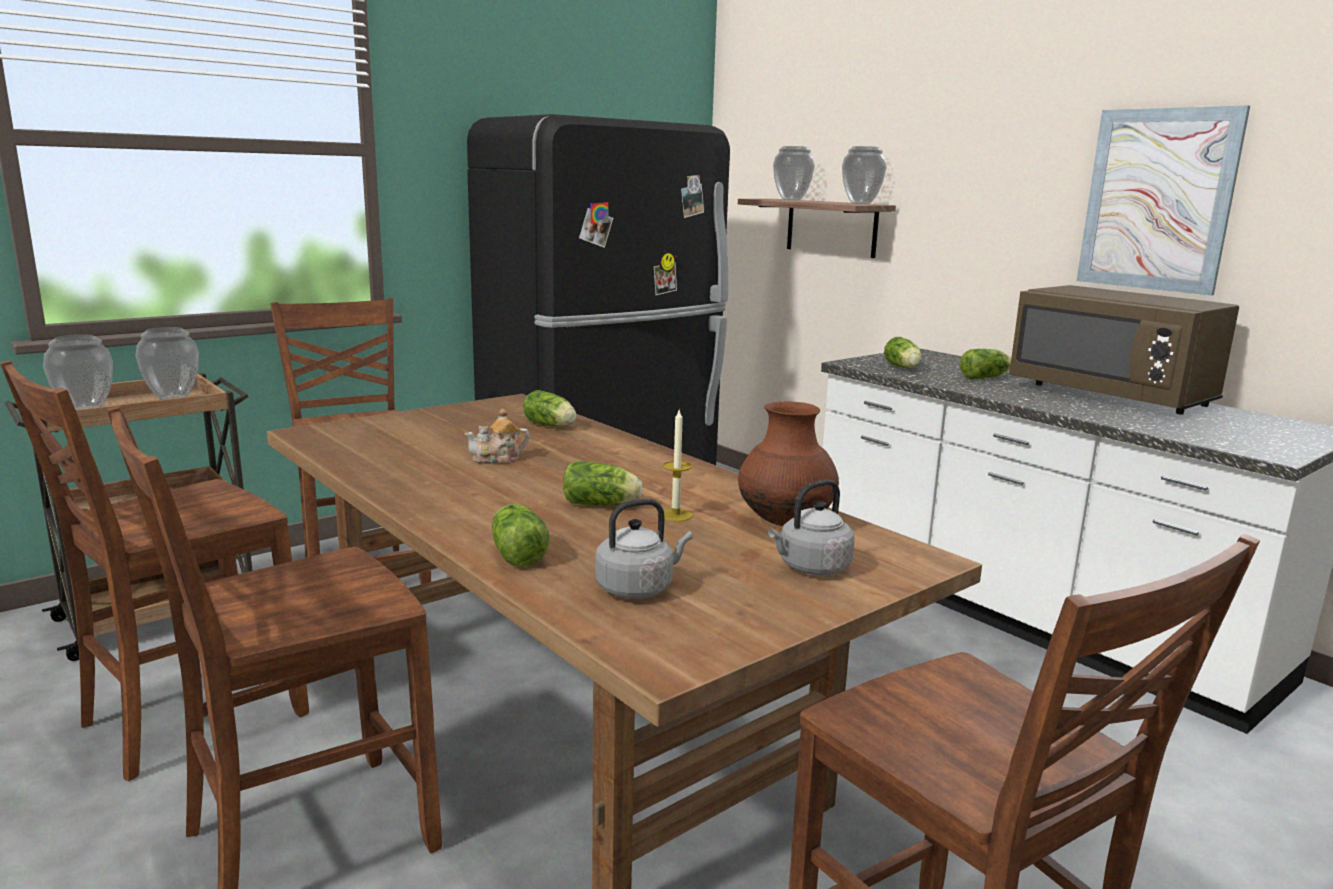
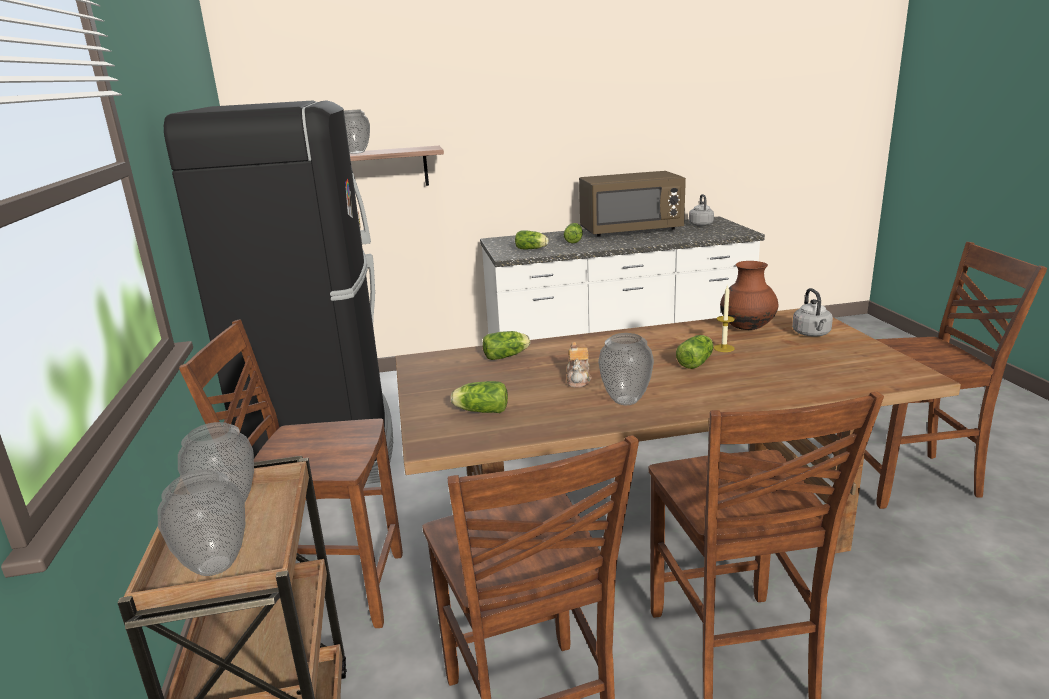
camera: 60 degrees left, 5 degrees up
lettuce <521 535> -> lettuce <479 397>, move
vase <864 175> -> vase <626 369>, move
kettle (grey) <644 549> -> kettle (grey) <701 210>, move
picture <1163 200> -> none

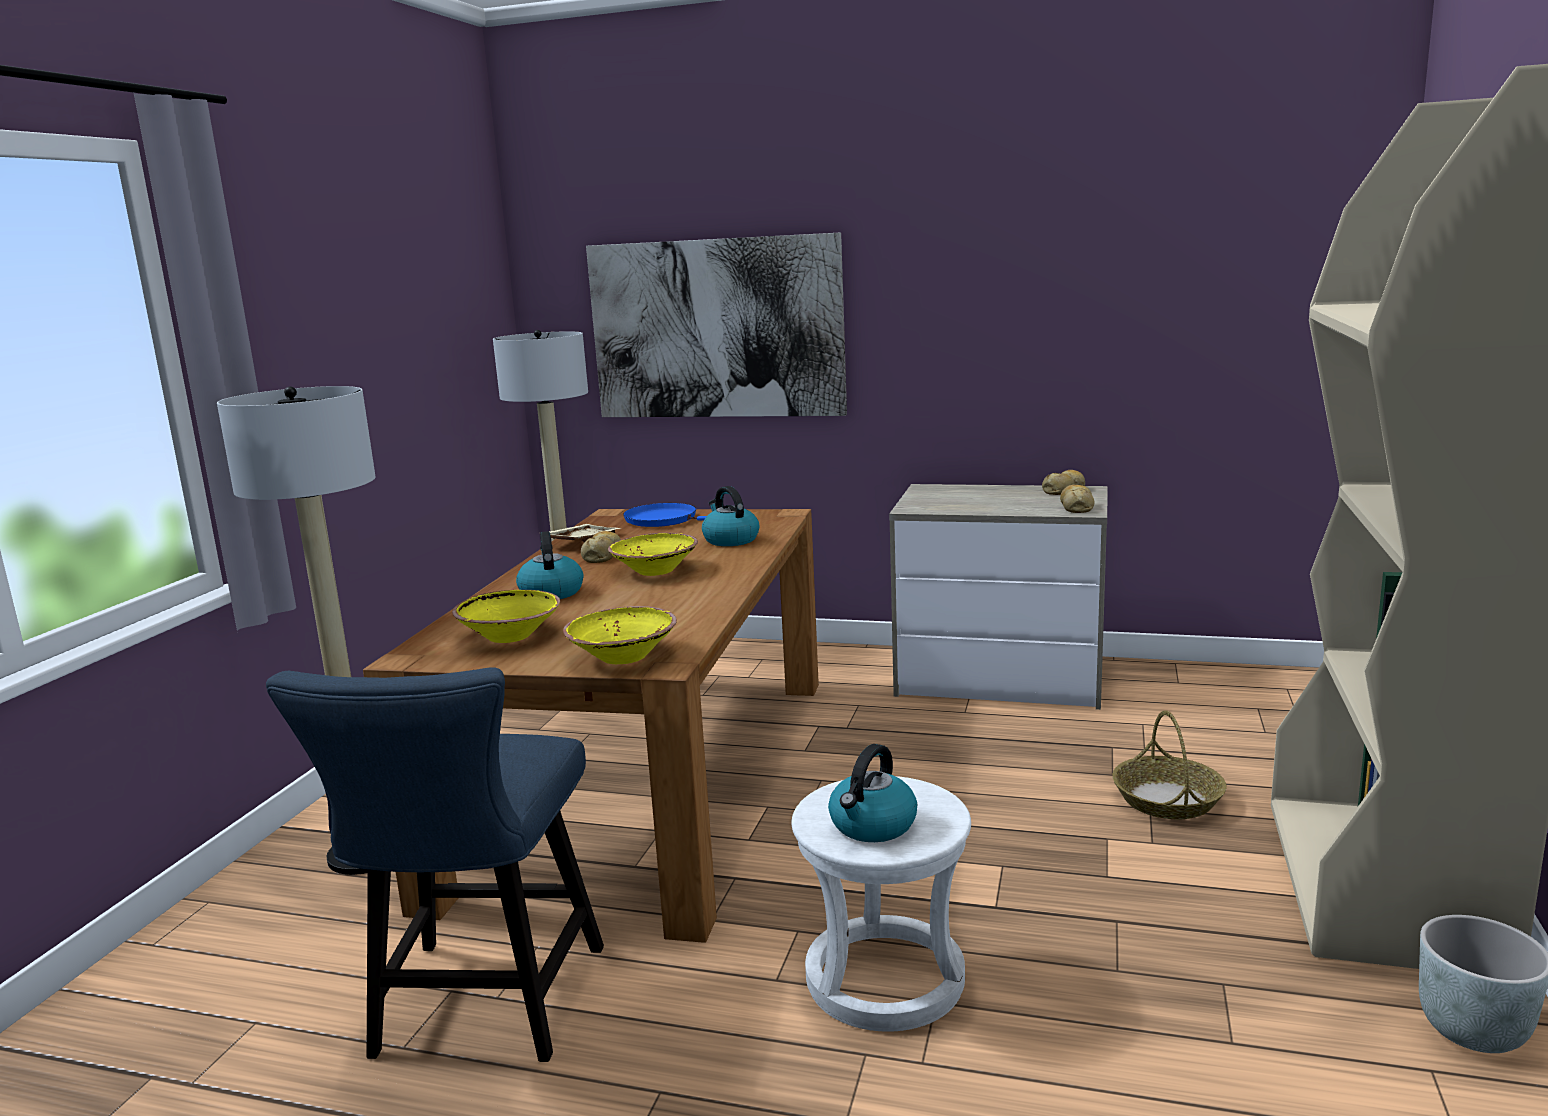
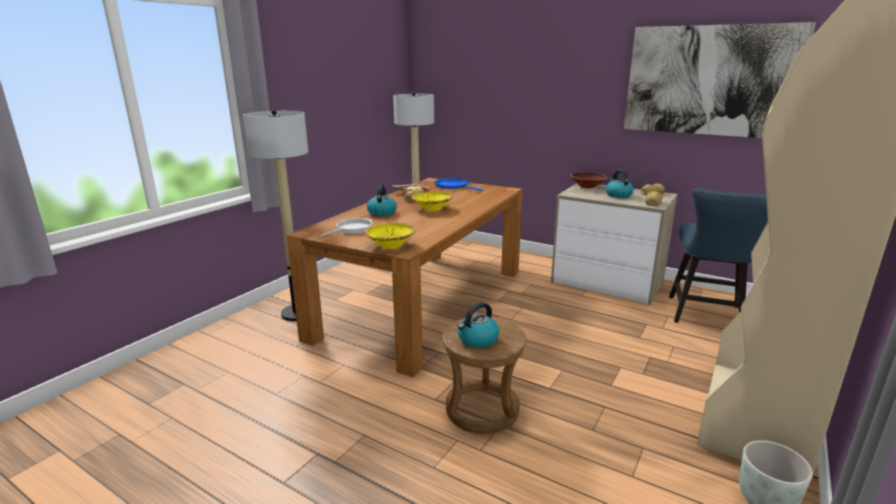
camera: 15 degrees right, 5 degrees up
bowl (yellow) <506 616> -> frying pan <345 227>
stool (white) <881 904> -> stool (brown) <484 375>
none -> bowl (brown) <588 180>
kettle <731 516> -> kettle <620 184>, move
picture <716 324> -> picture <720 80>, move
chair (blue) <435 864> -> chair (blue) <718 255>, move
basket <1169 765> -> none

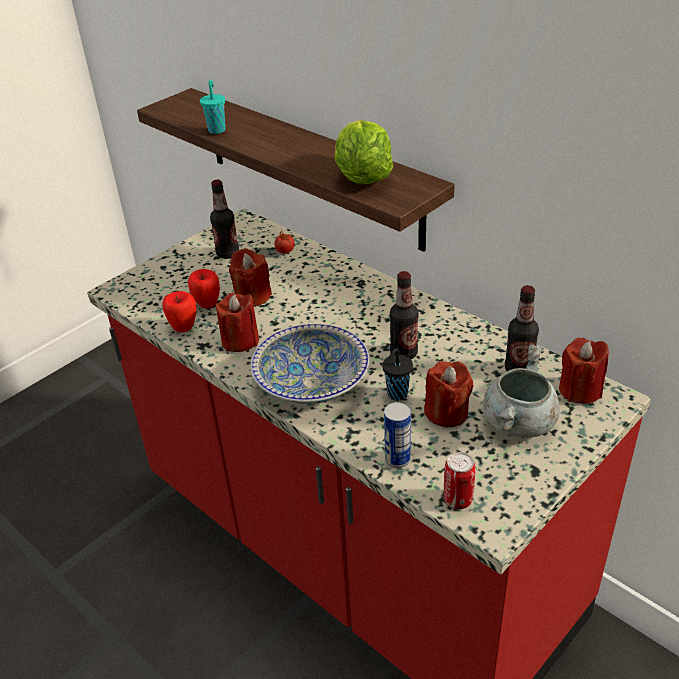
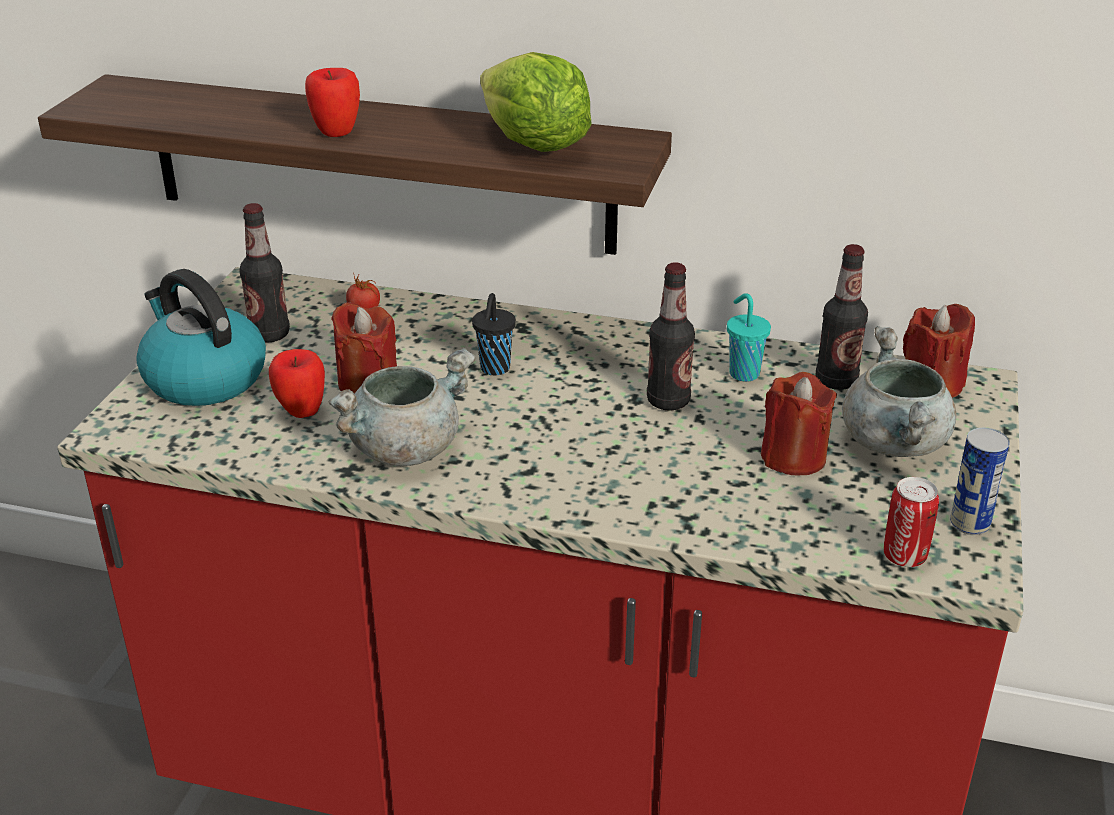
camera: 30 degrees left, 5 degrees down
none -> kettle <201 337>
apple <179 311> -> apple <332 102>, move
candle (red) <237 322> -> cooking pot (grey) <402 407>
cup (black) <397 374> -> cup (black) <494 334>, move
cup (turquoise) <213 106> -> cup (turquoise) <749 337>, move
can <397 435> -> can <980 481>, move
bowl <310 364> -> none

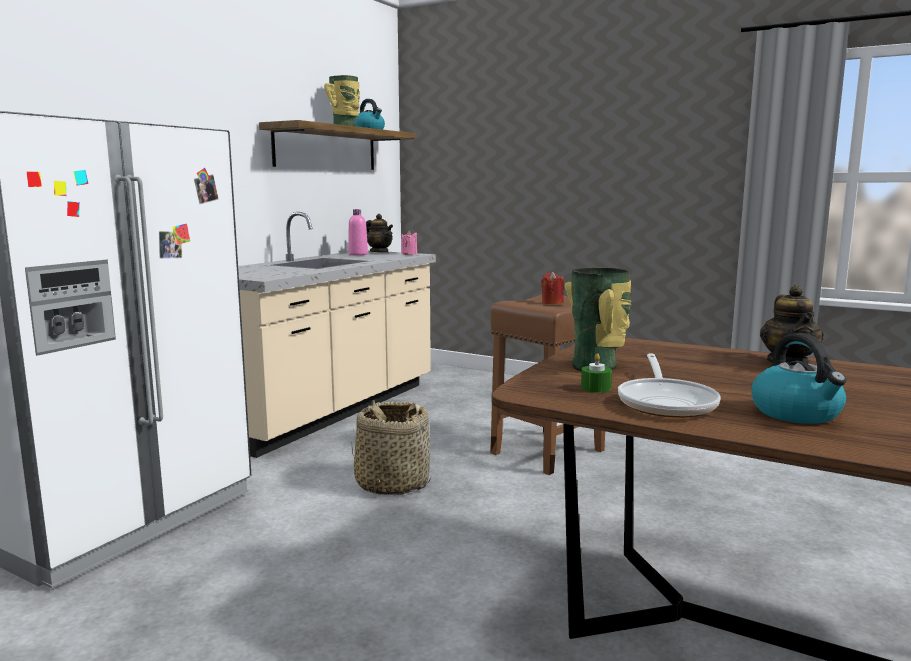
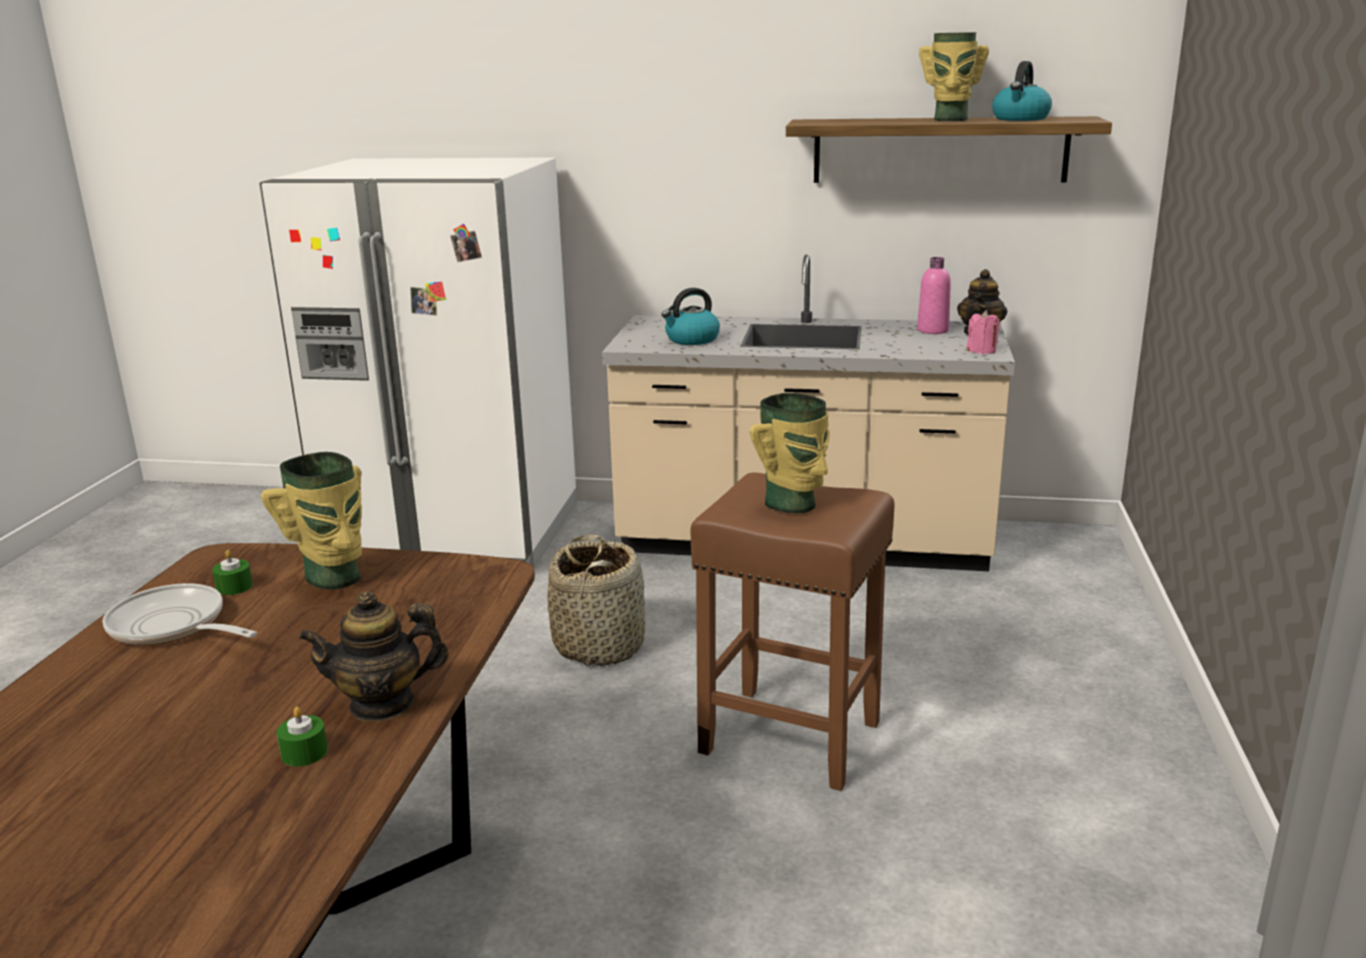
camera: 70 degrees right, 10 degrees up
frying pan <669 385> -> frying pan <179 614>, 45 degrees clockwise
none -> candle (green) <302 737>
kettle <799 378> -> kettle <691 316>, move
candle (red) <552 288> -> vase <790 453>

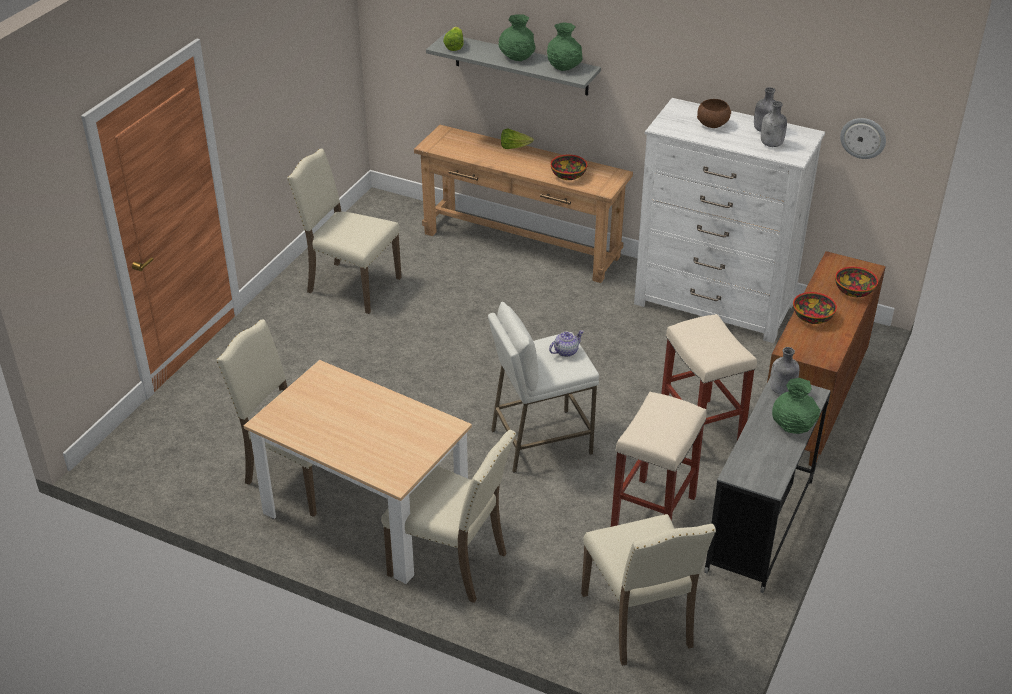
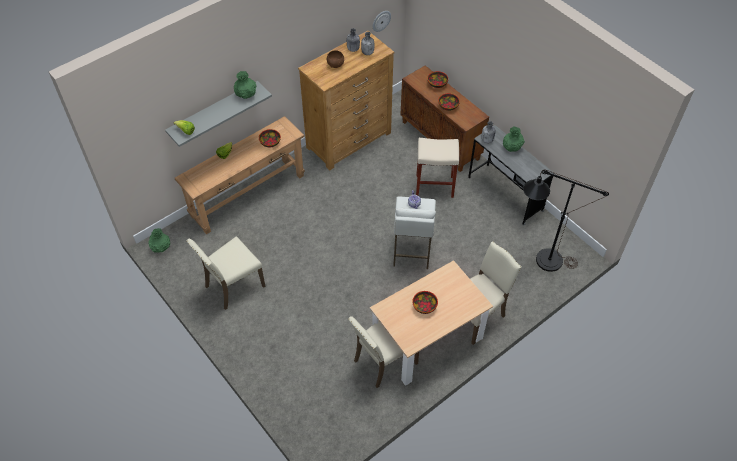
camera: 65 degrees left, 15 degrees up
vase (green) <516 37> -> vase (green) <159 240>, move
dresser (white) <729 220> -> dresser (brown) <346 100>
none -> bowl <425 302>
chair (beige) <648 590> -> floor lamp (black) <566 221>
stool (beige) <659 459> -> none

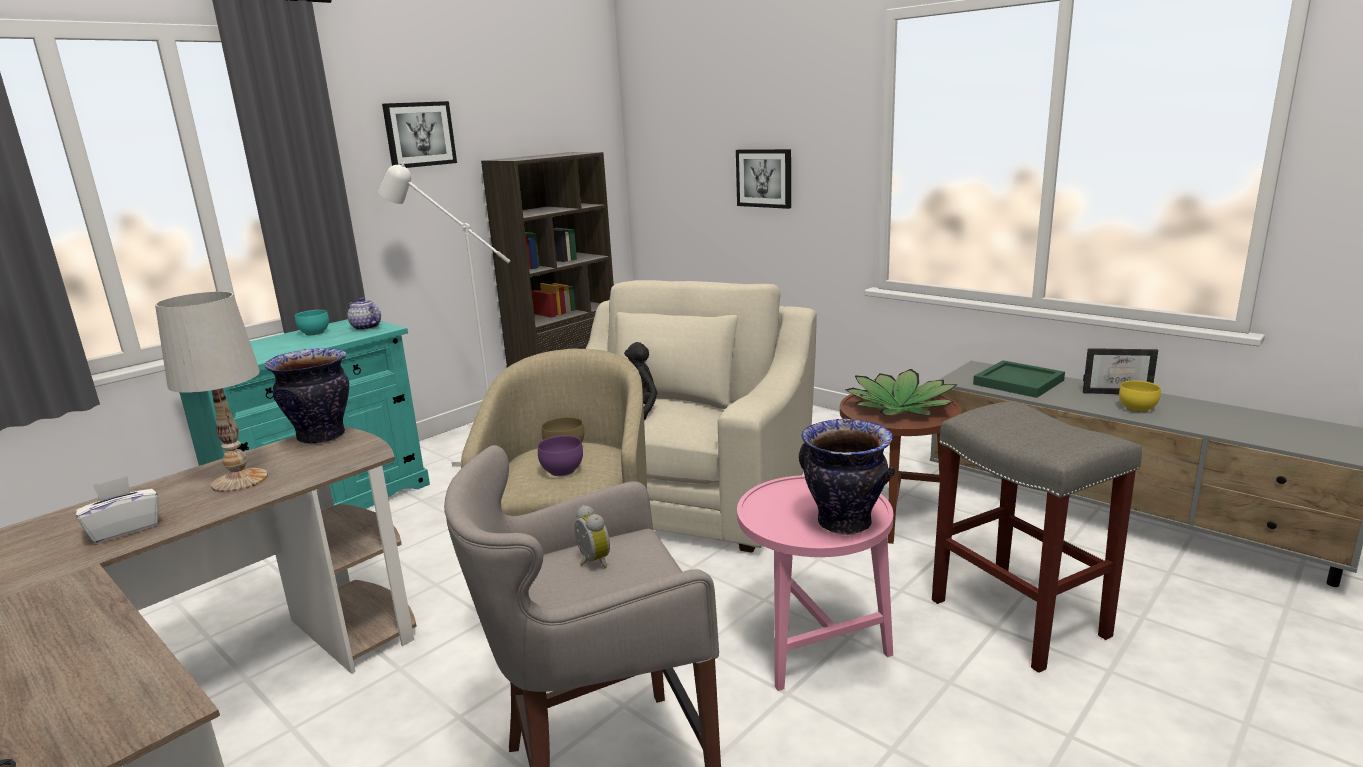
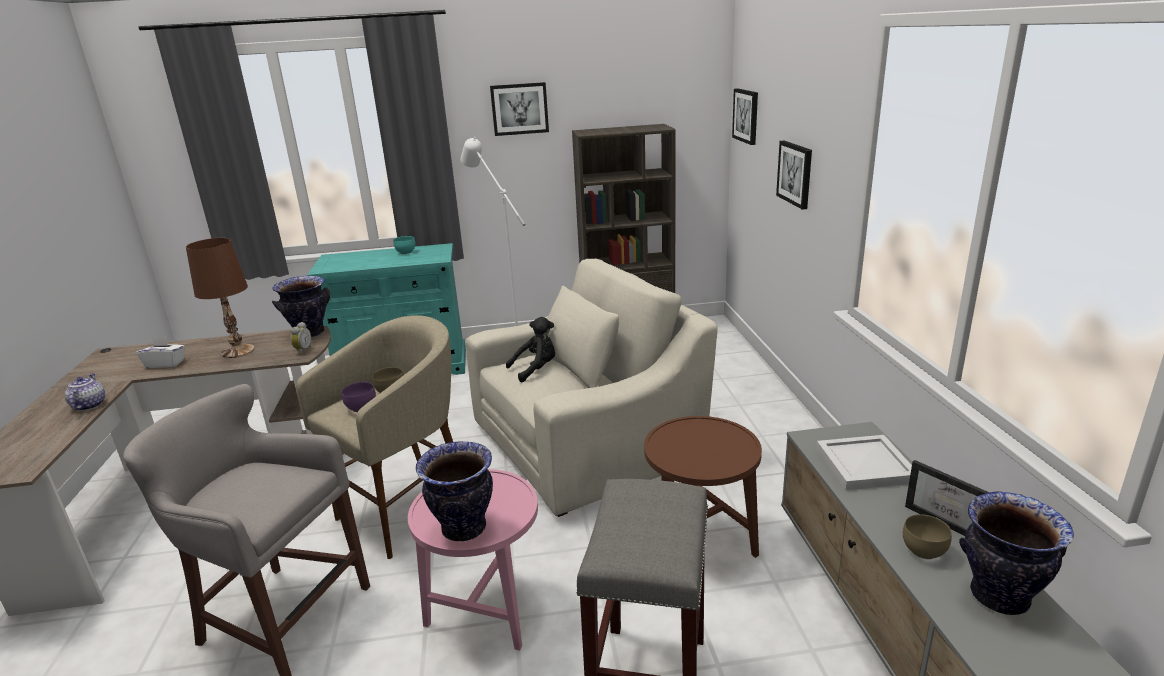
camera: 40 degrees right, 5 degrees up
teapot <364 313> -> teapot <85 392>, move
table lamp (white) <211 392> -> table lamp (brown) <220 298>
alarm clock <592 536> -> alarm clock <301 338>, move
none -> picture <745 116>
tray (green) <1019 379> -> tray (white) <864 462>
bowl (yellow) <1140 396> -> bowl (brown) <927 536>
none -> vase <1016 553>
potted plant <901 392> -> none

